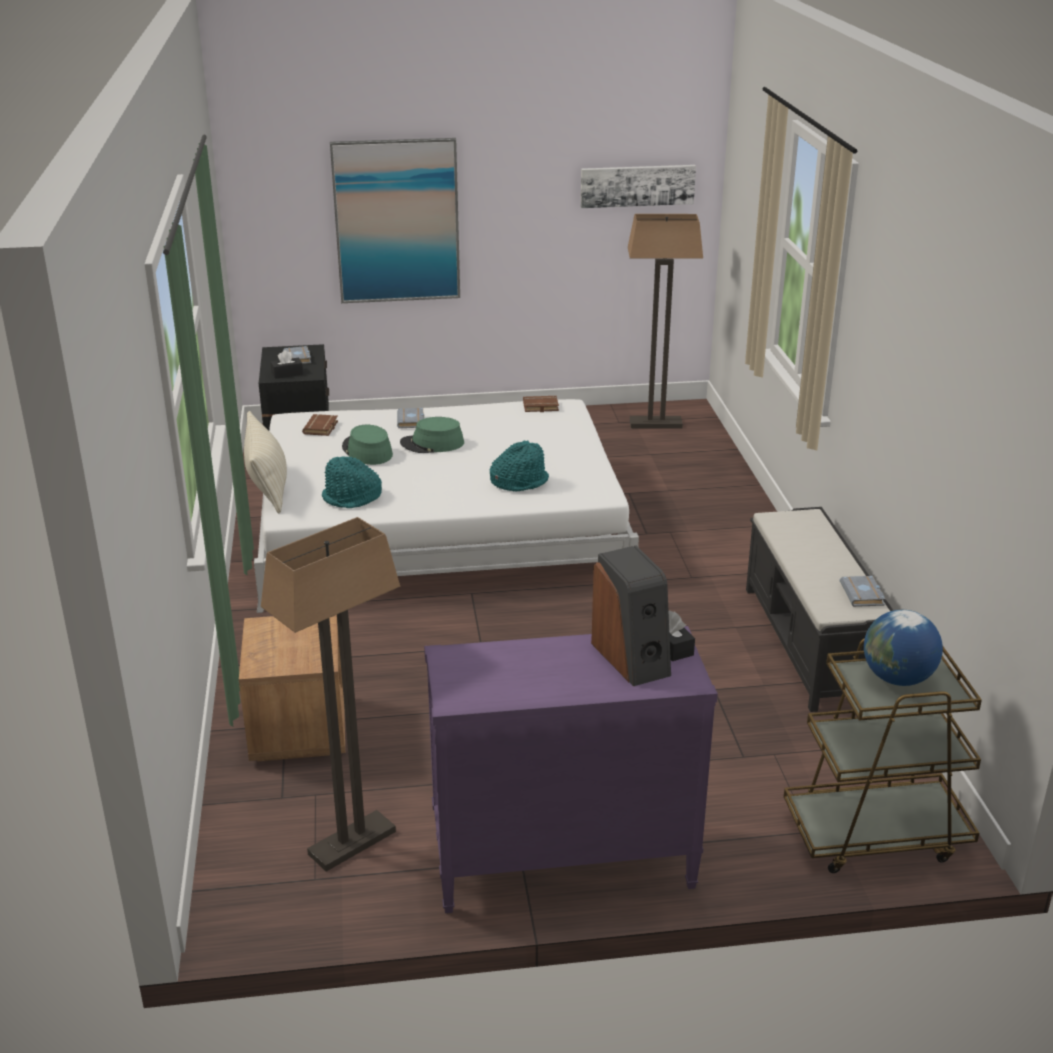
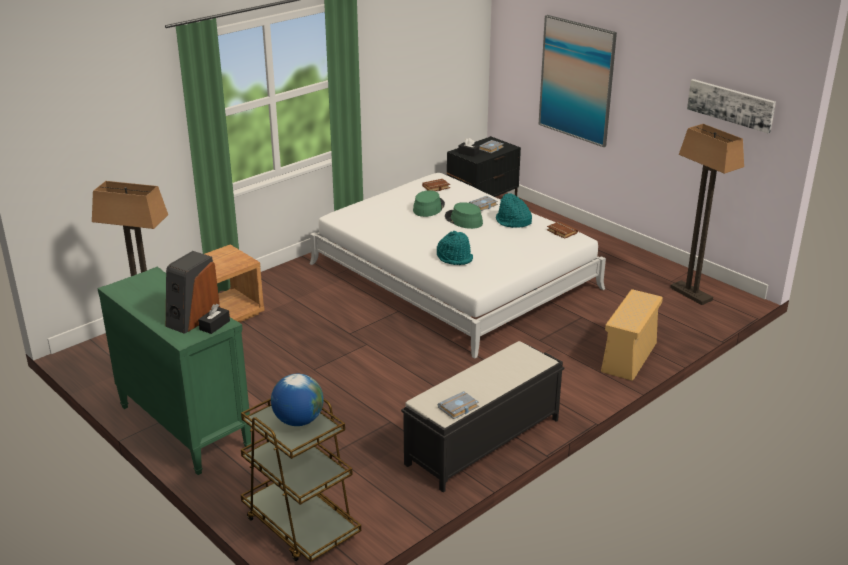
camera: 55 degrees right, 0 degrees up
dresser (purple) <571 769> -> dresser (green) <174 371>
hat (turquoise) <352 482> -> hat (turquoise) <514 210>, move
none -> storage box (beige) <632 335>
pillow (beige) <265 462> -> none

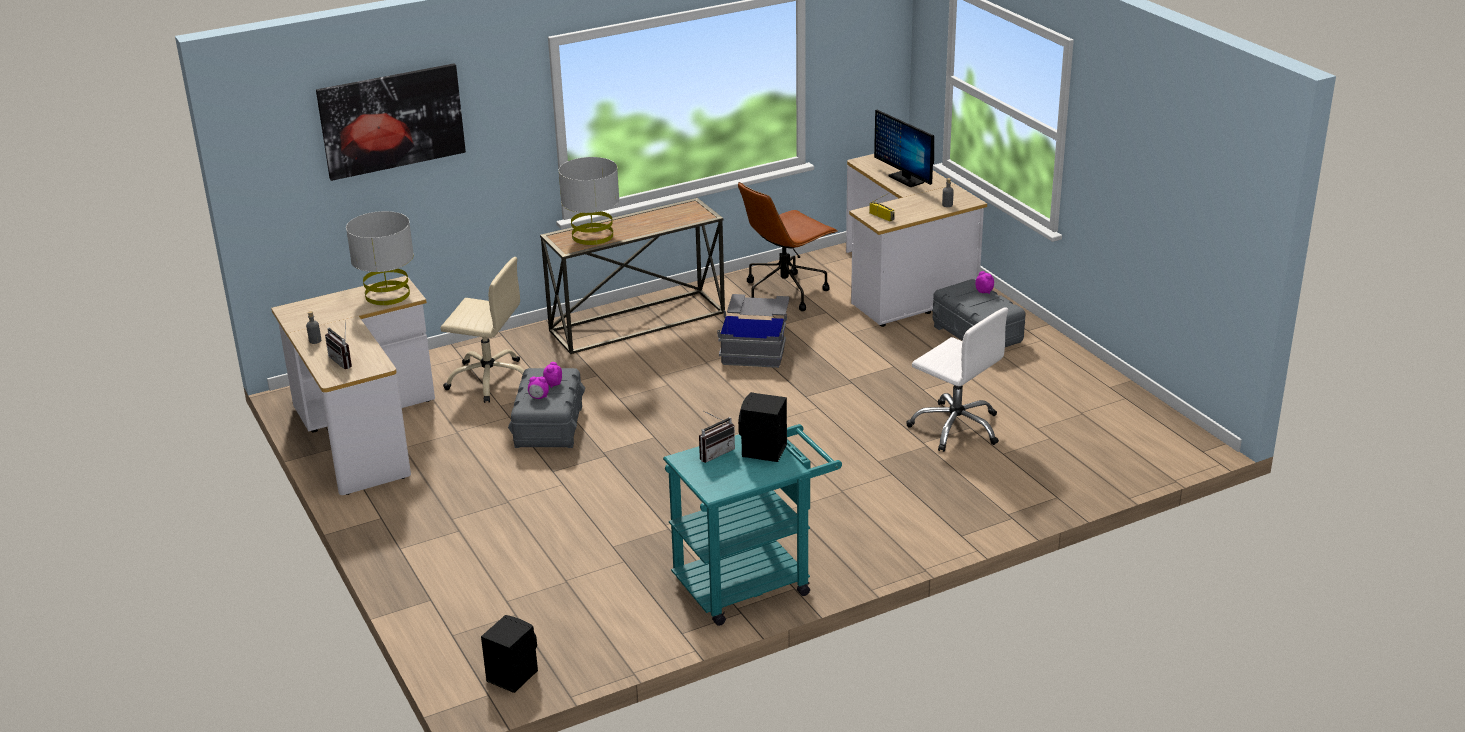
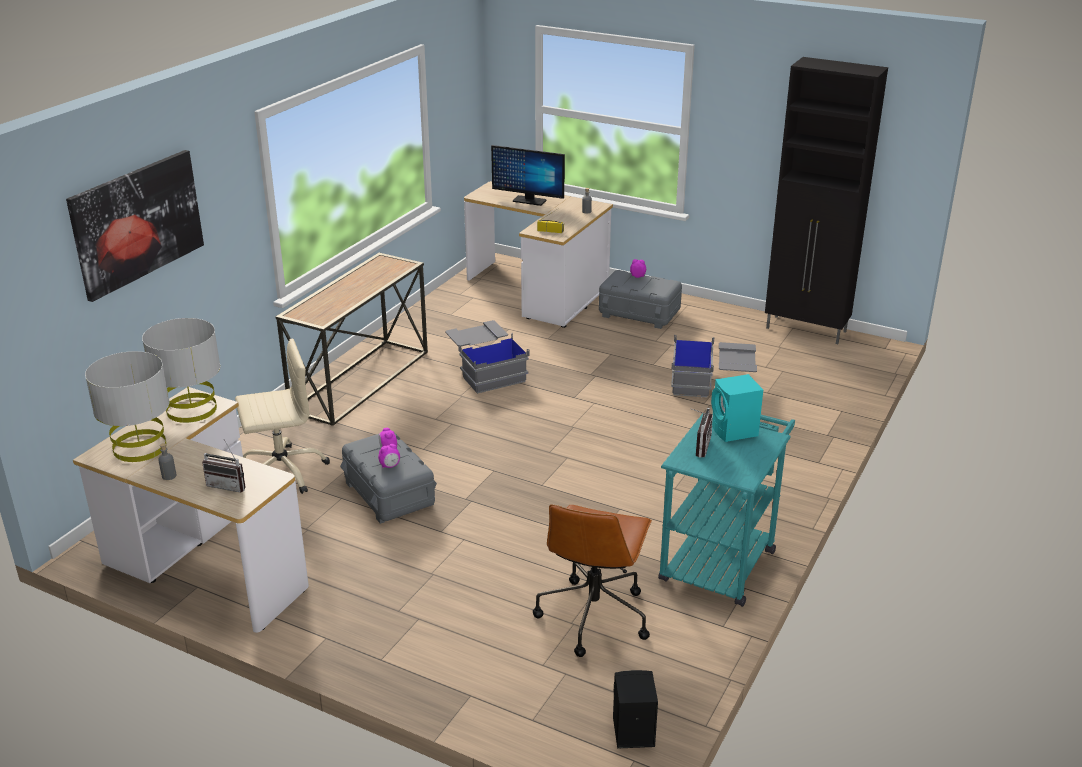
camera: 35 degrees left, 0 degrees up
table lamp (grey) <589 201> -> table lamp (grey) <127 406>, move
office chair (brown) <787 246> -> office chair (brown) <592 580>, move
office chair (white) <957 379> -> storage box (grey) <714 366>
speaker (black) <762 427> -> speaker (turquoise) <737 408>
none -> cabinet (black) <826 200>

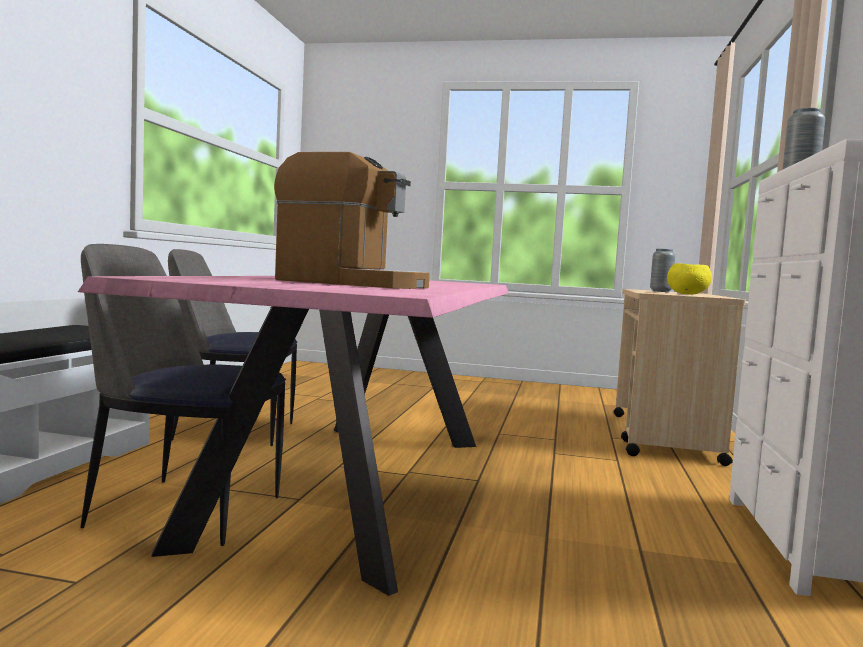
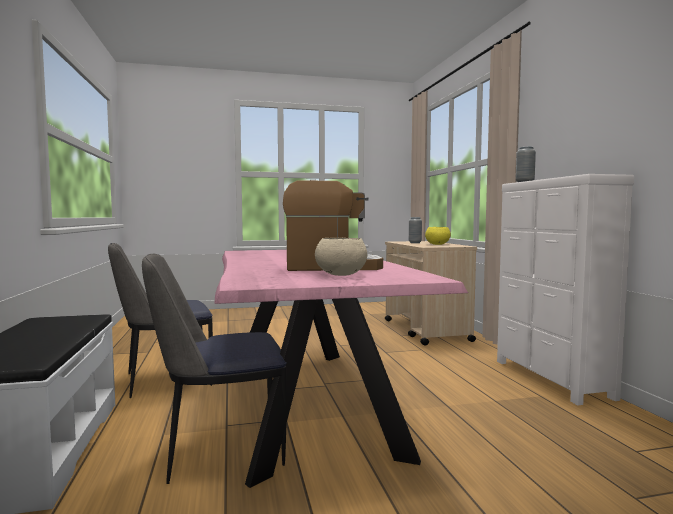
camera: 25 degrees left, 0 degrees up
none -> bowl (beige) <341 257>

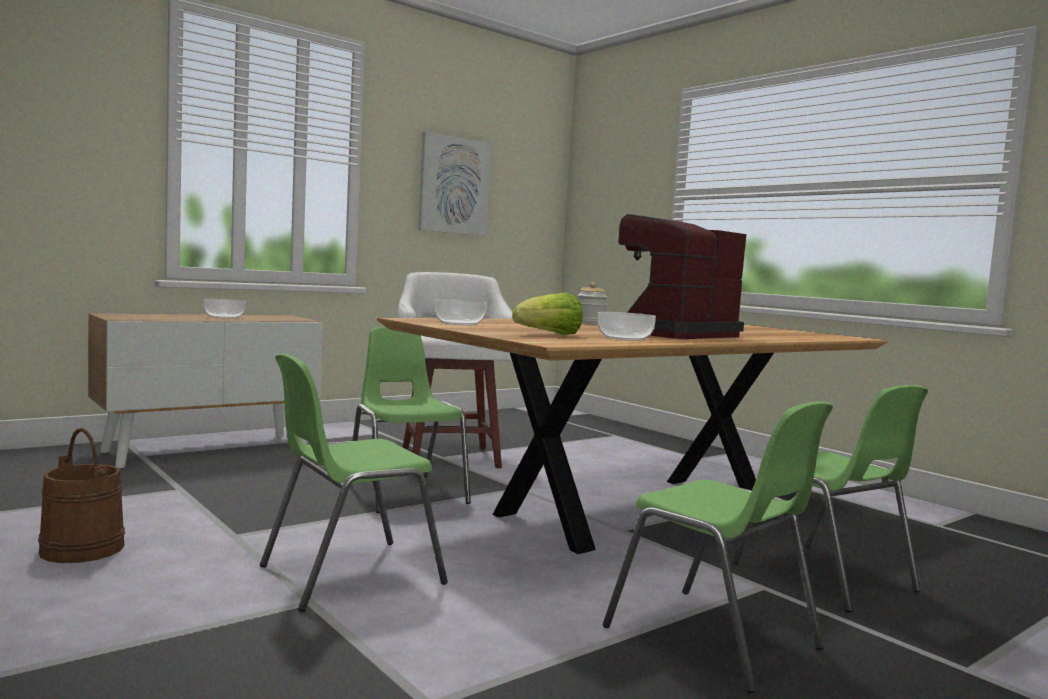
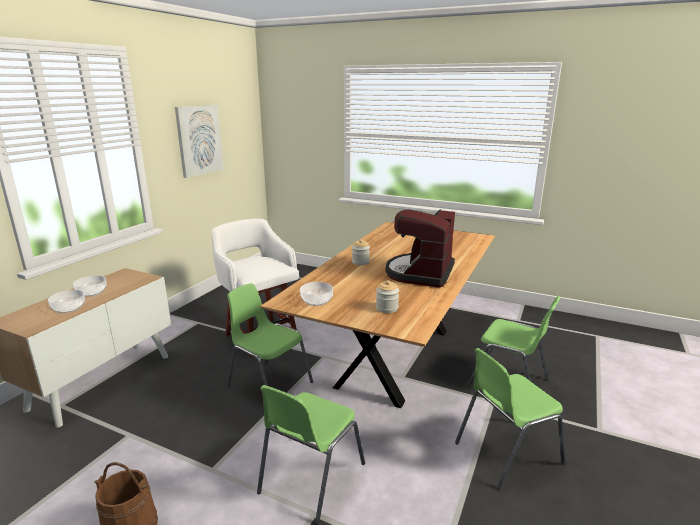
camera: 25 degrees left, 15 degrees up
bowl <627 326> -> bowl <66 301>, move
lettuce <547 314> -> jar <387 296>
chair (green) <718 547> -> chair (green) <510 418>, 135 degrees clockwise

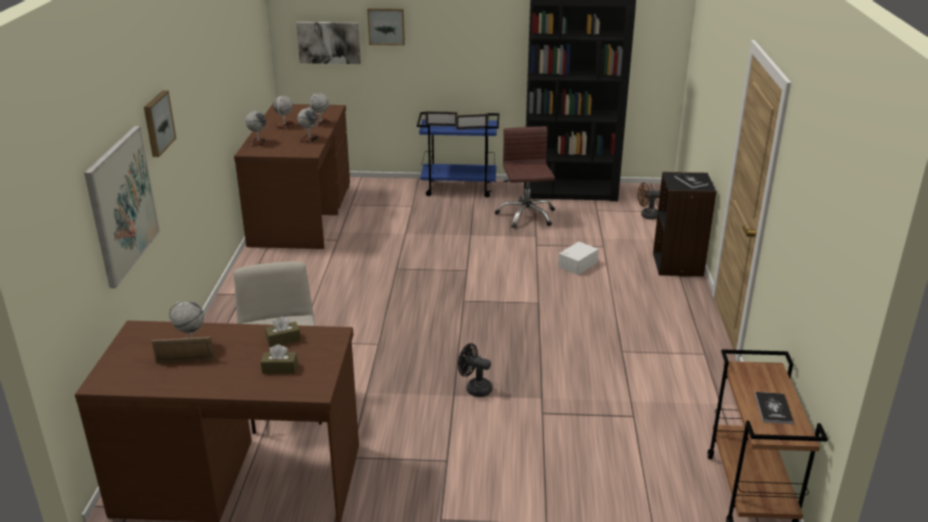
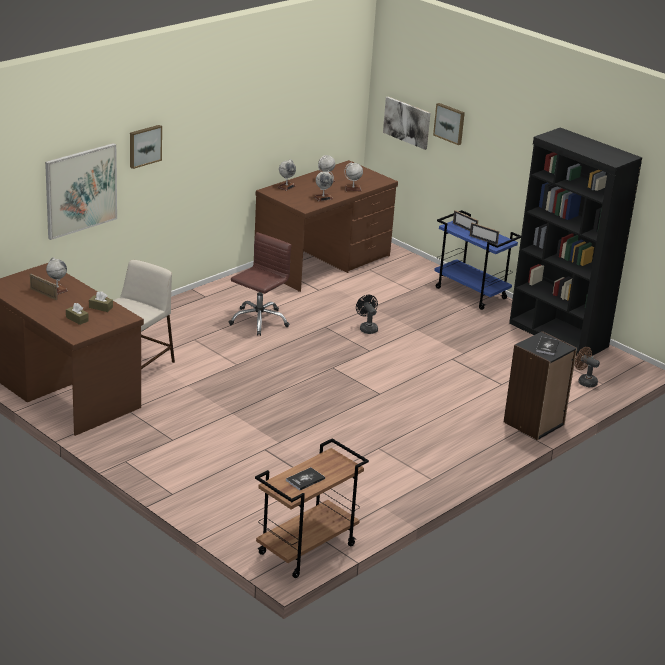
camera: 40 degrees right, 0 degrees up
office chair (brown) <525 177> -> office chair (brown) <260 284>, move
fan (black) <475 370> -> fan (black) <367 314>, move
storage box (white) <578 258> -> none

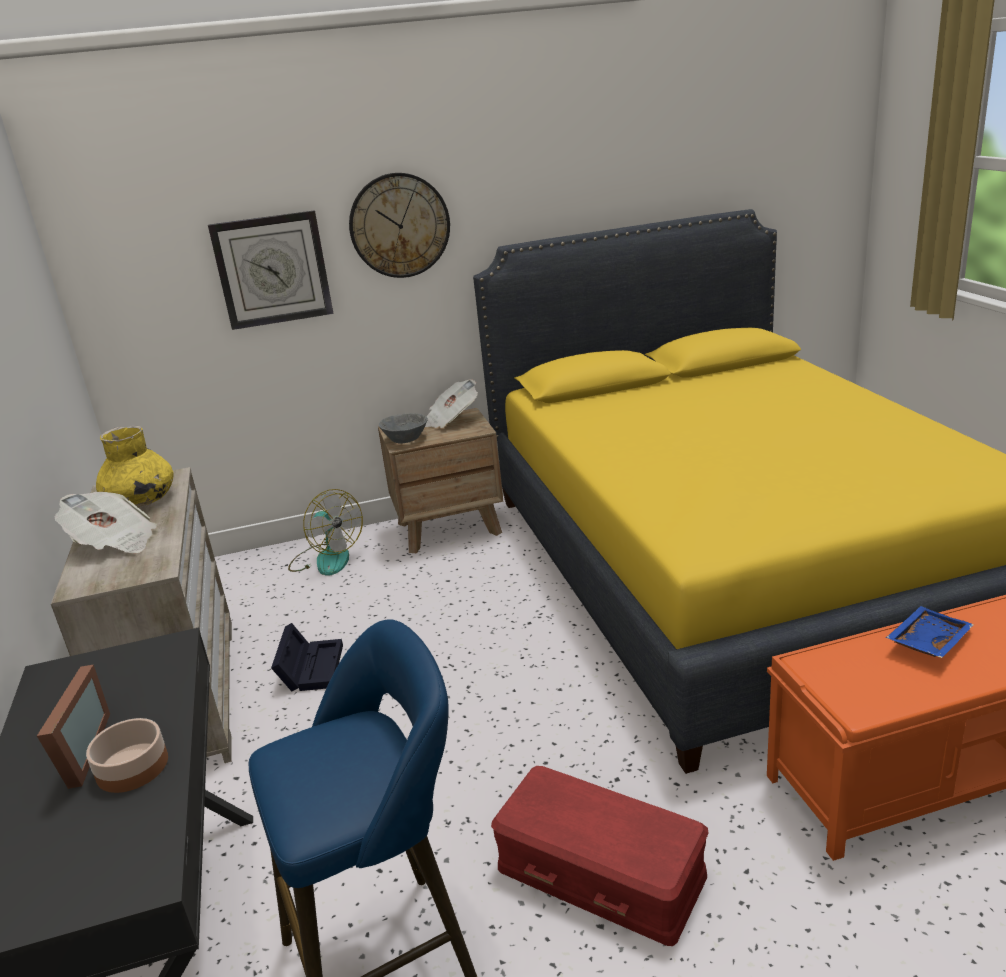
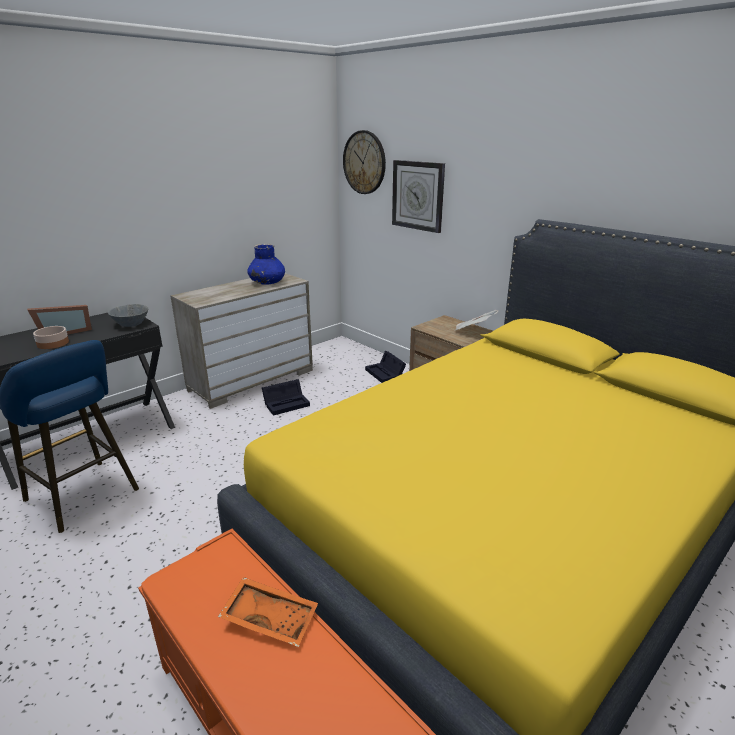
camera: 60 degrees right, 0 degrees up
bowl (grey) <403 428> -> bowl (grey) <128 315>, move
tray (blue) <930 632> -> tray (orange) <268 612>
vase (yellow) <134 466> -> vase (blue) <266 264>
wall clock <399 225> -> wall clock <364 162>, move
fan <325 532> -> storage box (black) <385 367>
newspaper <105 522> -> none
storage box (red) <600 856> -> none

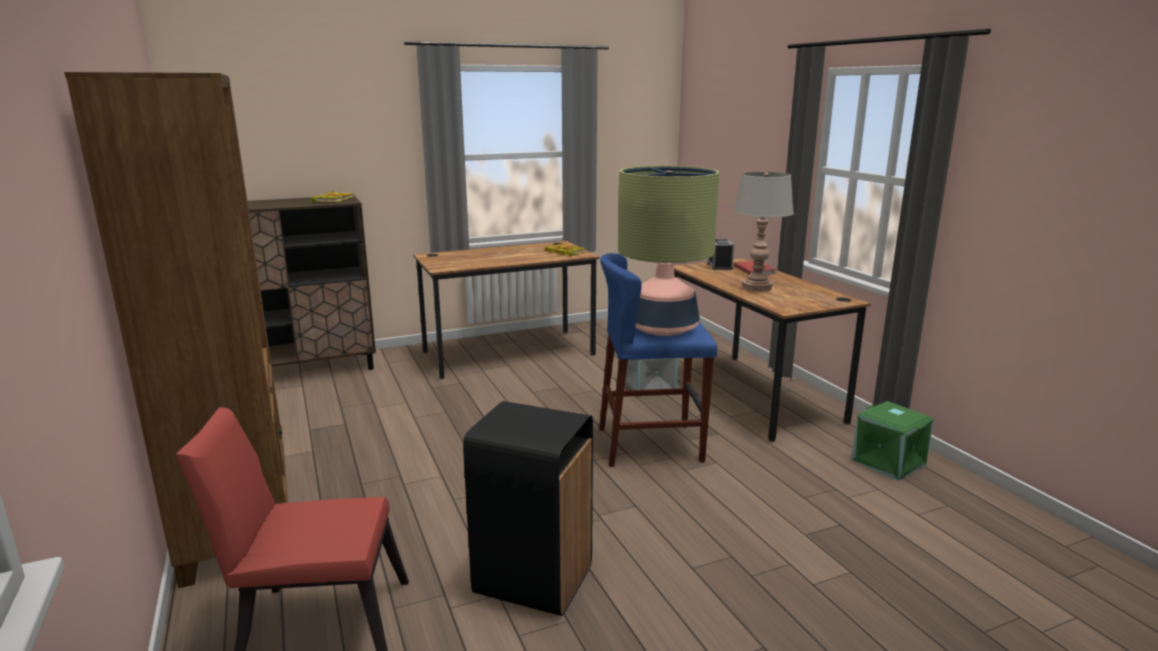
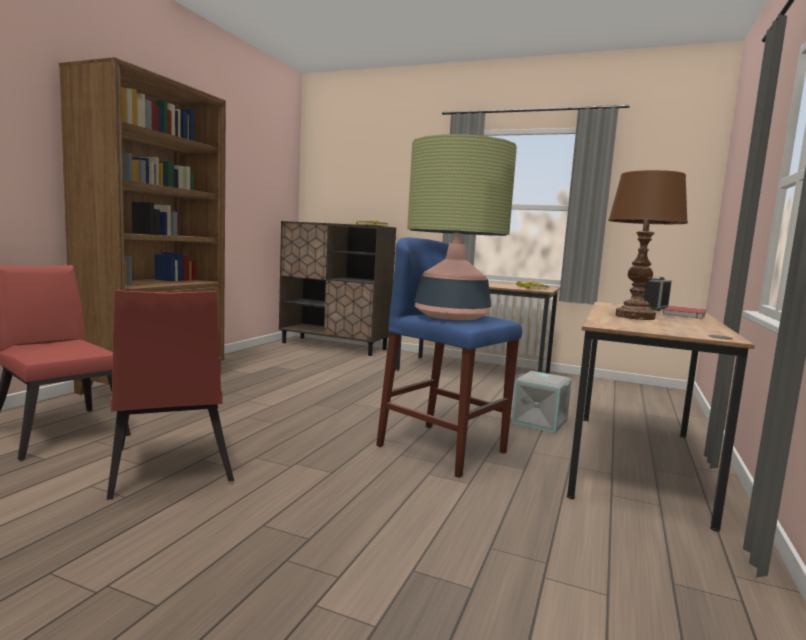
camera: 45 degrees right, 10 degrees down
trash can (black) <528 508> -> chair (red) <170 395>
table lamp (grey) <763 232> -> table lamp (brown) <648 245>
storage box (green) <893 441> -> none

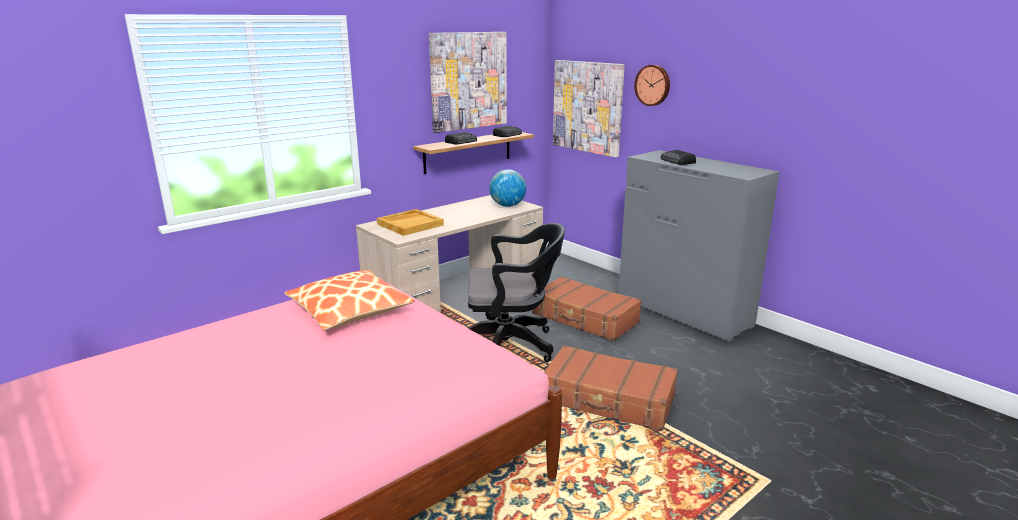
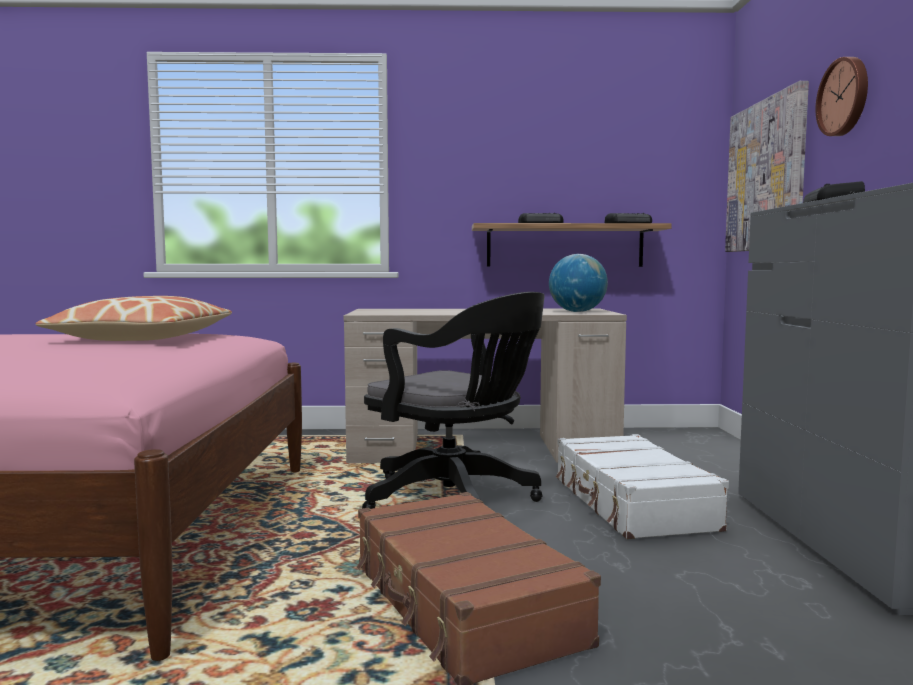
camera: 40 degrees right, 15 degrees down
suitcase (brown) <587 308> -> suitcase (white) <642 486>
tray (beige) <410 222> -> none
picture <468 82> -> none

